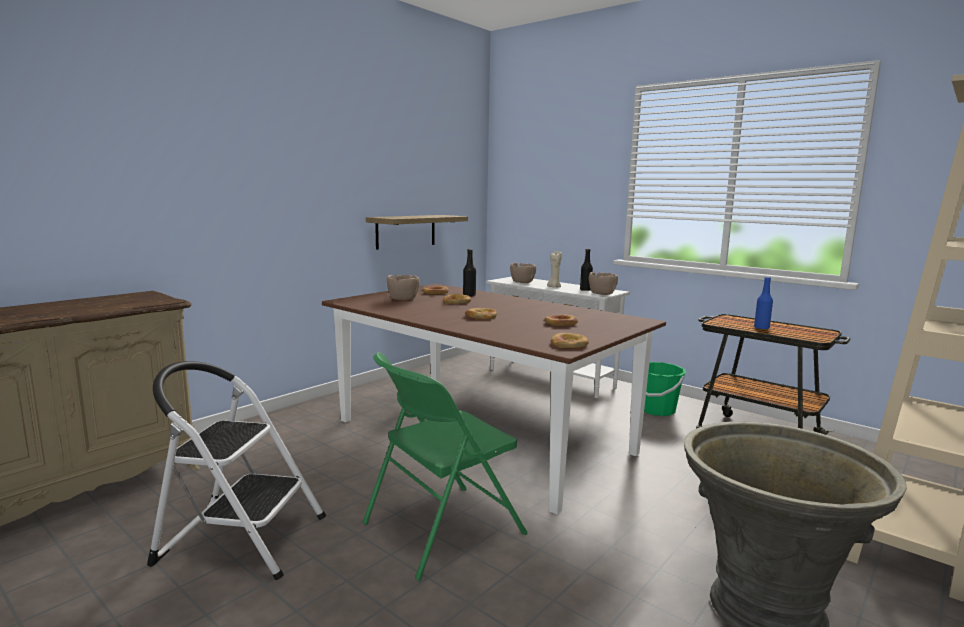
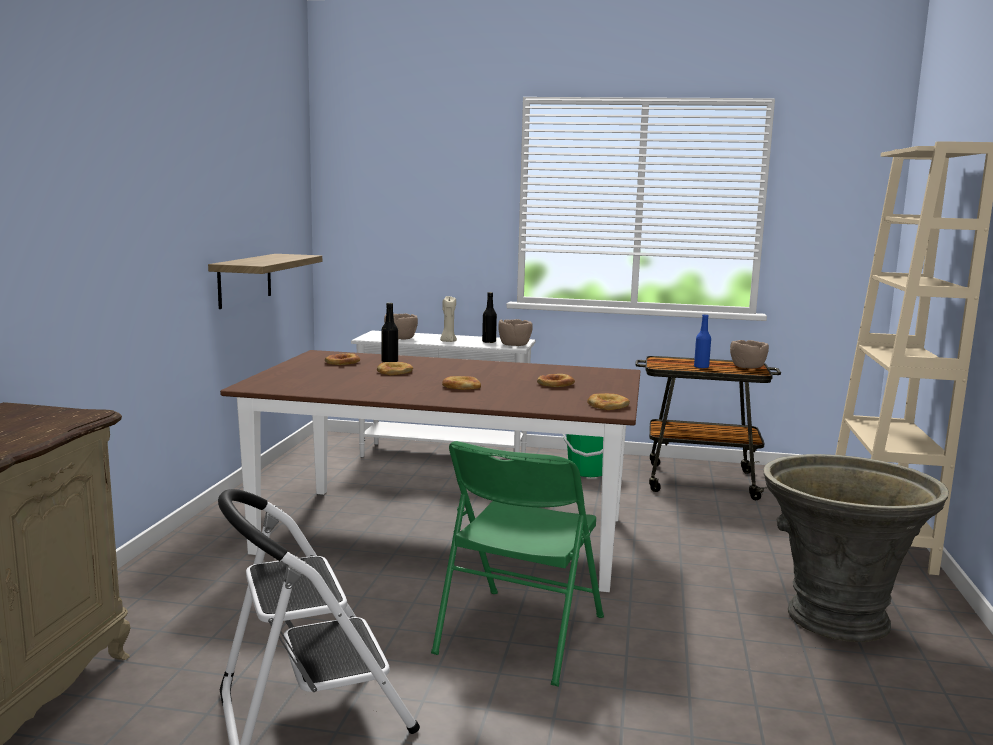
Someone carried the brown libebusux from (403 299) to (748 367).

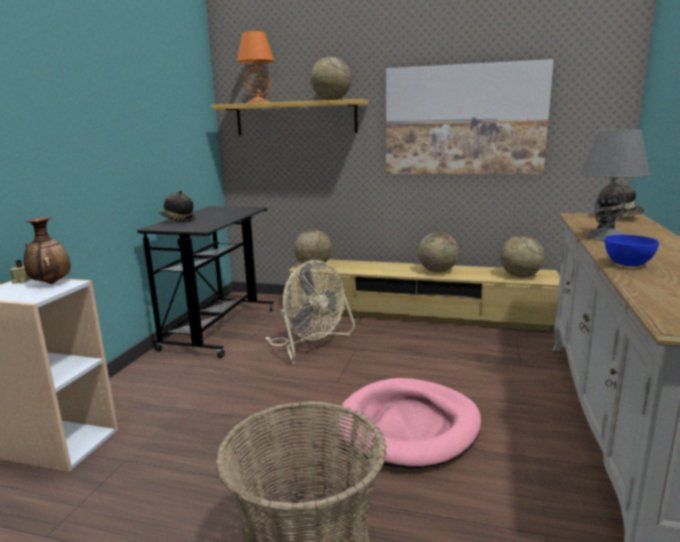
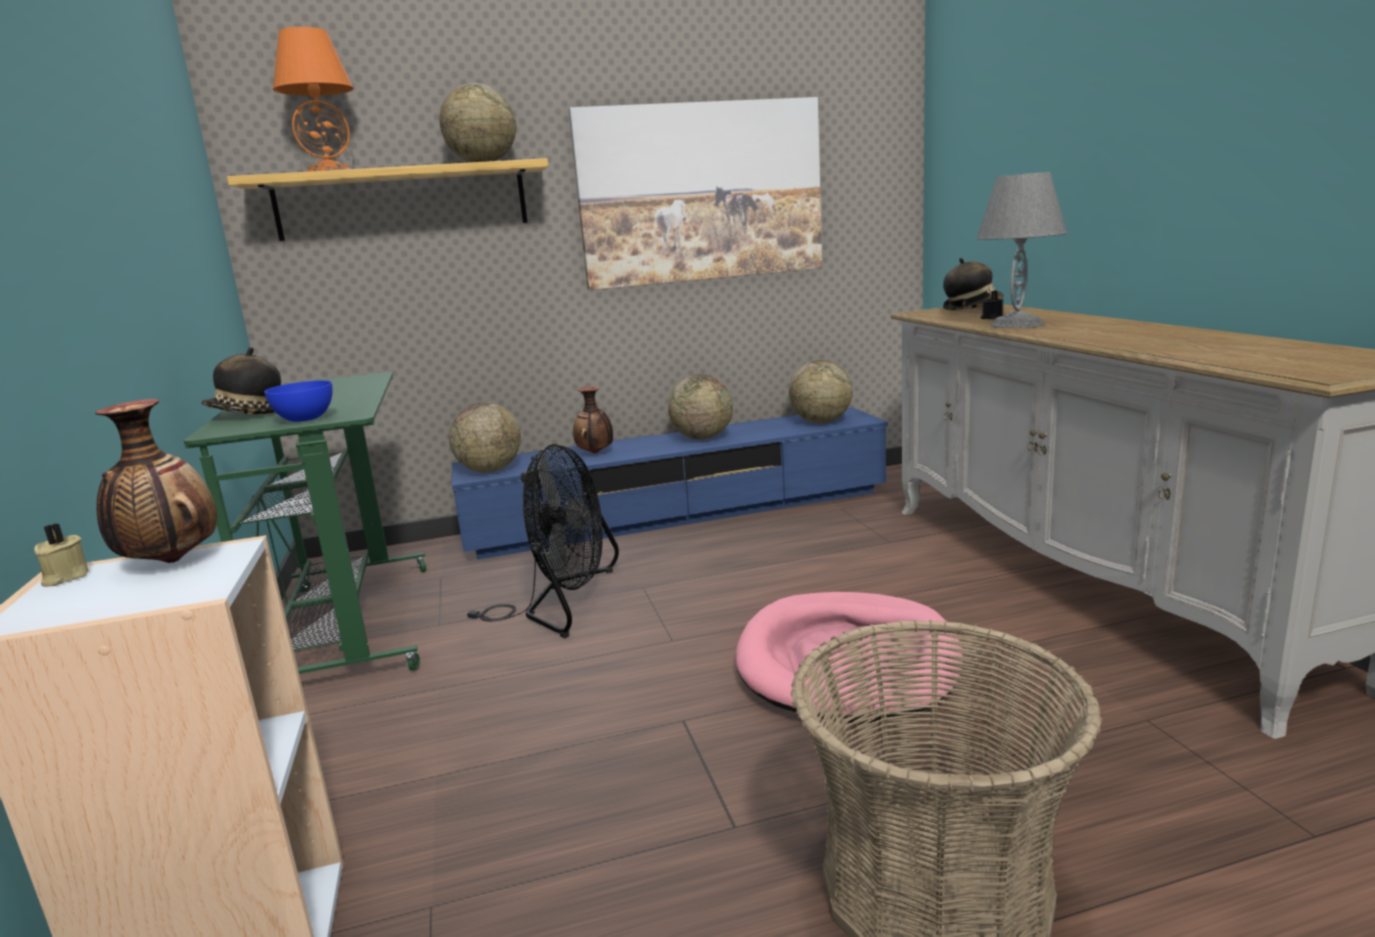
Someone repainted the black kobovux at (219 329), which became the green kobovux at (351 626).
Someone repainted the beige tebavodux at (308 345), which became the black tebavodux at (559 603).
Someone repainted the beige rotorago at (418 313), which became the blue rotorago at (679 514).
Someone carried the blue libebusux from (628 264) to (305 419).
Someone put down the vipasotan at (596 453).

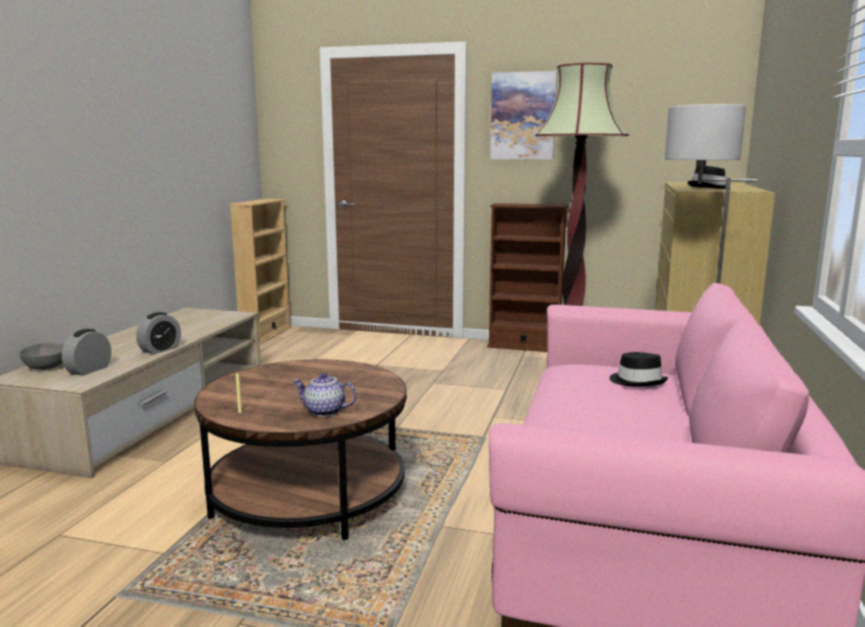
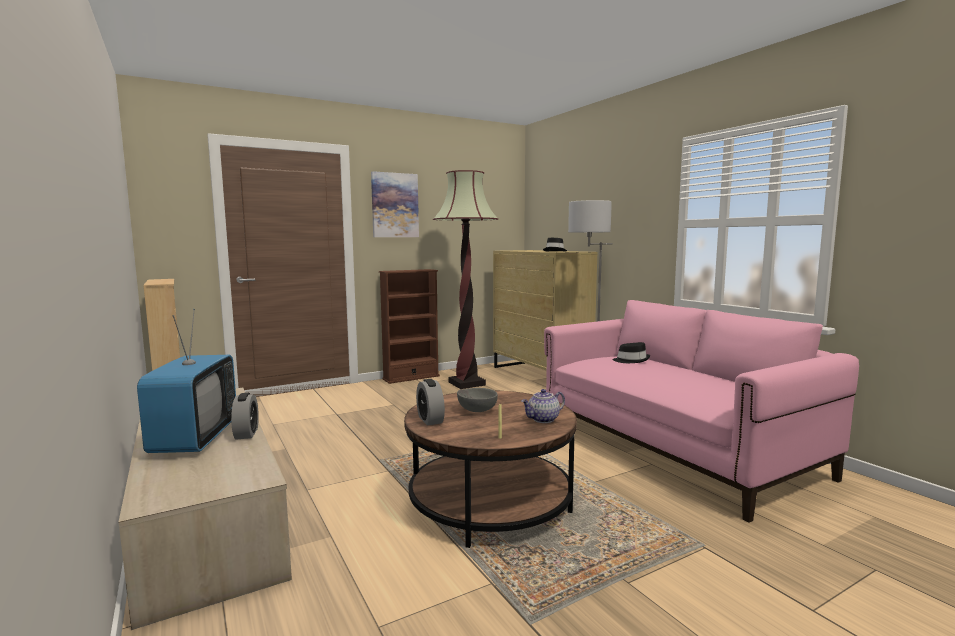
Someone carried the grey libebusux from (47 368) to (476 410).
Someone carried the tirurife from (89 370) to (430 419).
Someone put down the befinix at (195 439).

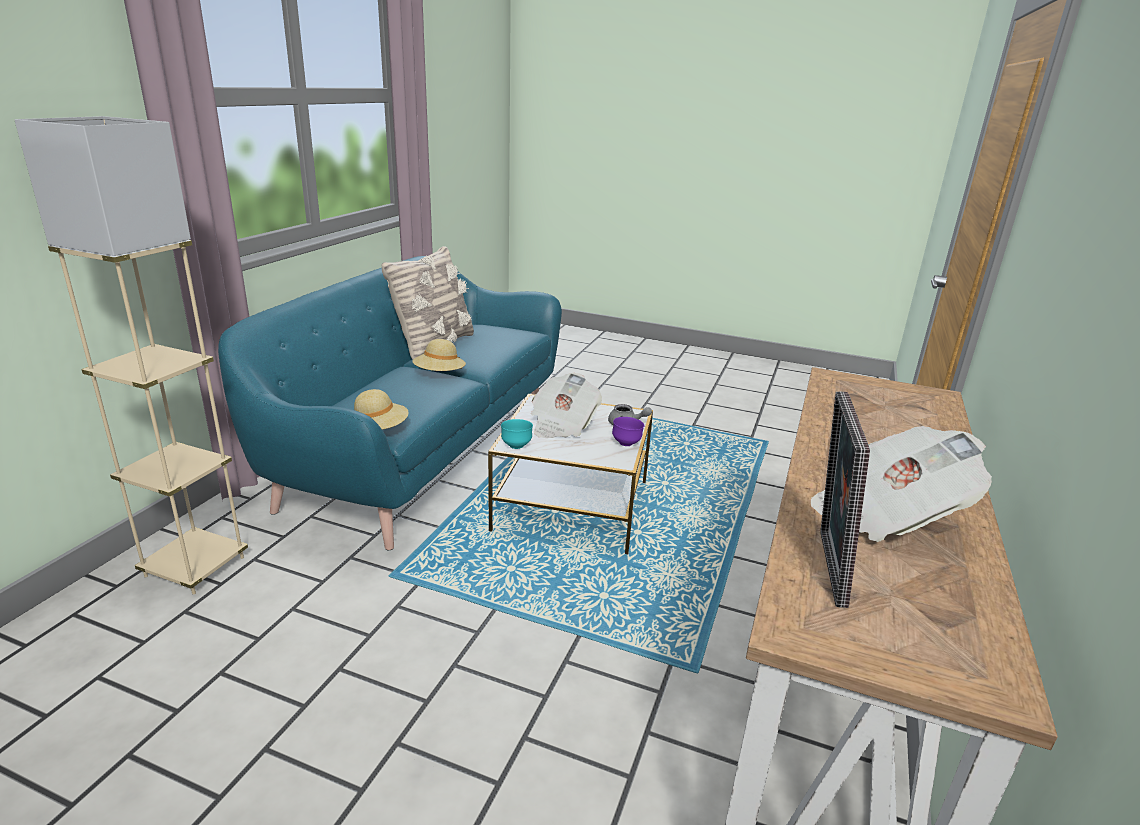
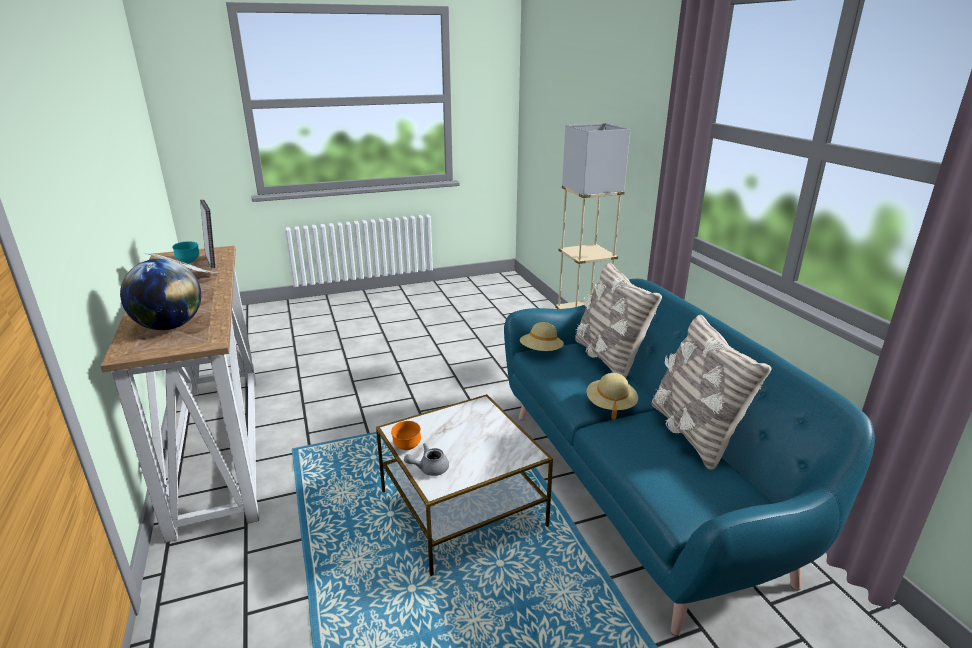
Someone carried the turquoise libebusux from (516 446) to (189 262).
Someone took away the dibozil at (562 424).
Someone repainted the purple libebusux at (626 443), which became the orange libebusux at (407 447).
Someone put down the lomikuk at (170 326).
Someone put down the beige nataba at (608 358).

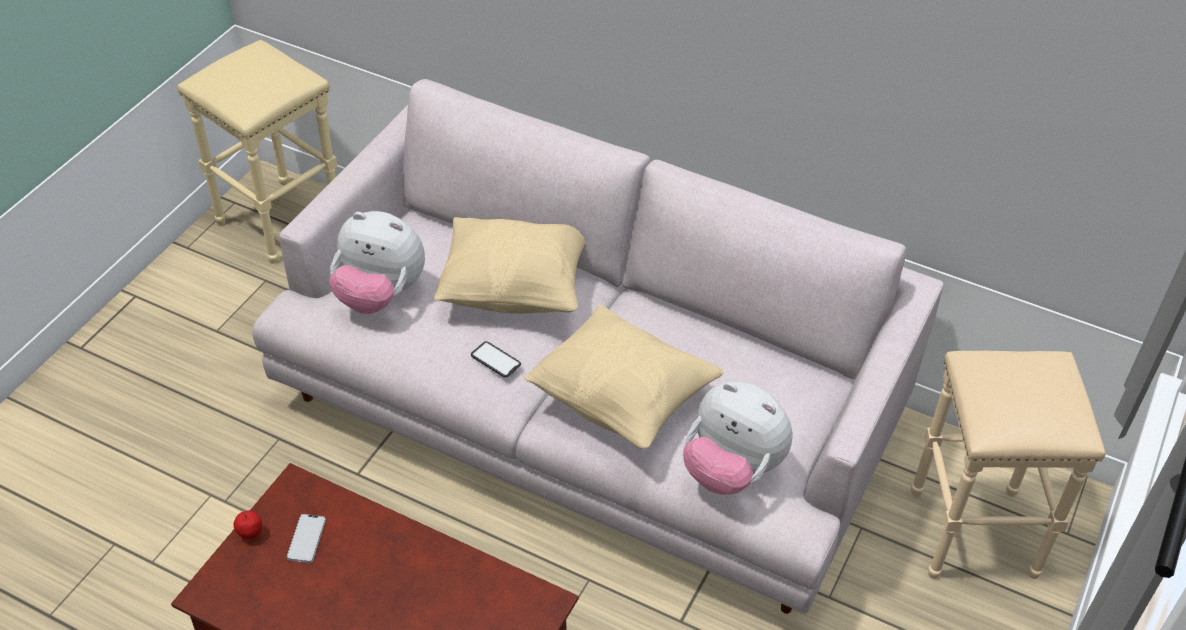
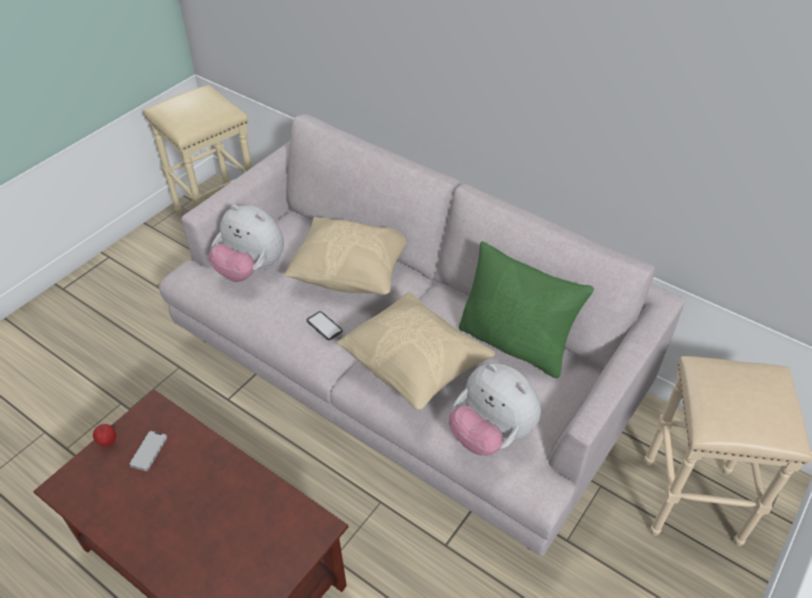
Someone put down the green nataba at (515 343).

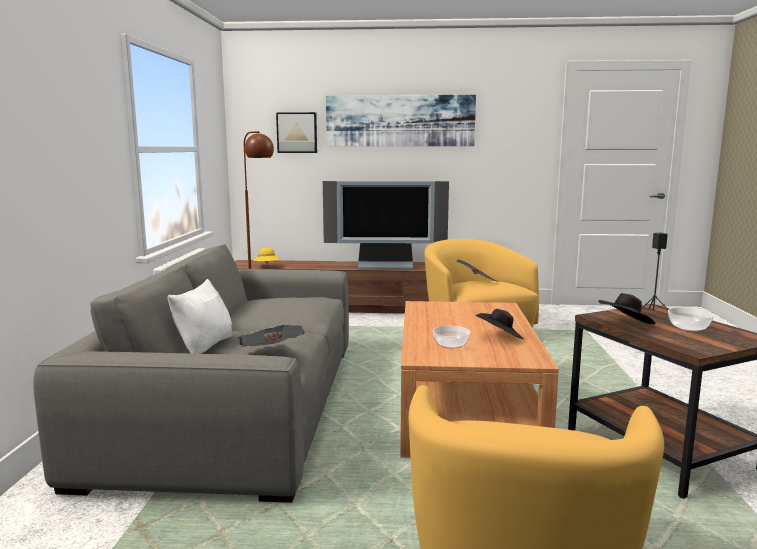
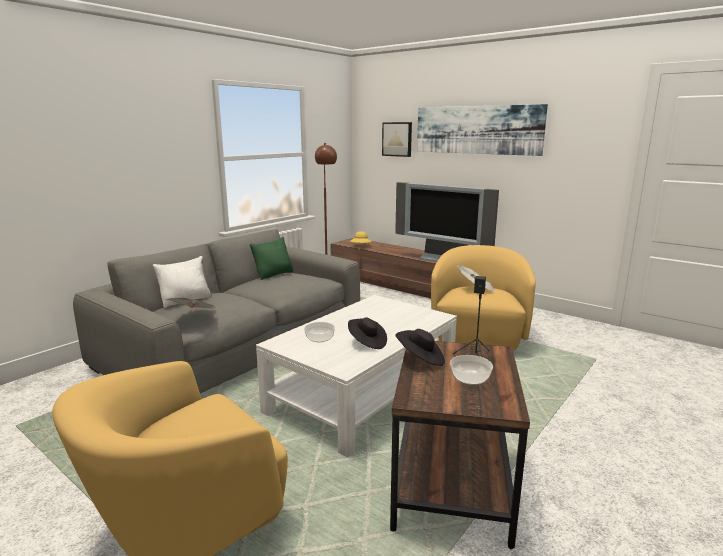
Someone repainted the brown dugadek at (465 407), which became the white dugadek at (363 393).
Someone put down the green nataba at (274 274).

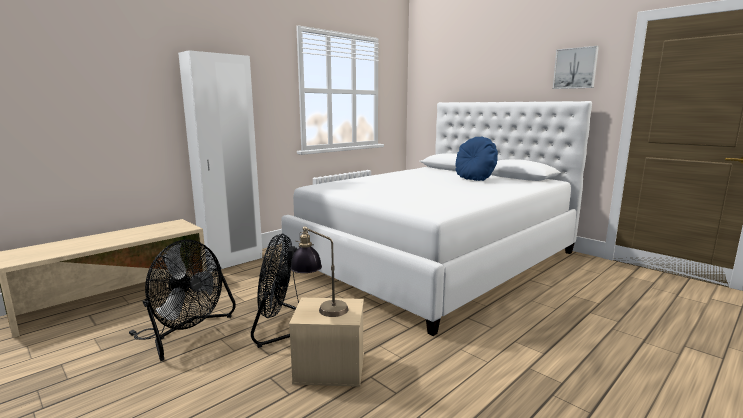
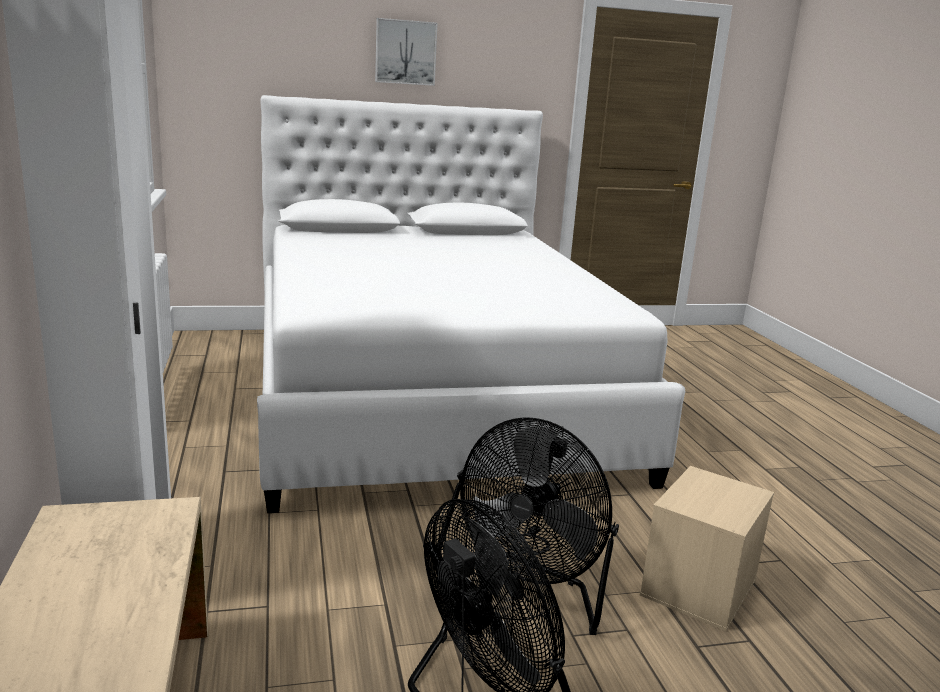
Someone took away the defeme at (320 310).
Someone took away the blue nataba at (475 179).
Someone carried the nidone from (575 68) to (405 52).

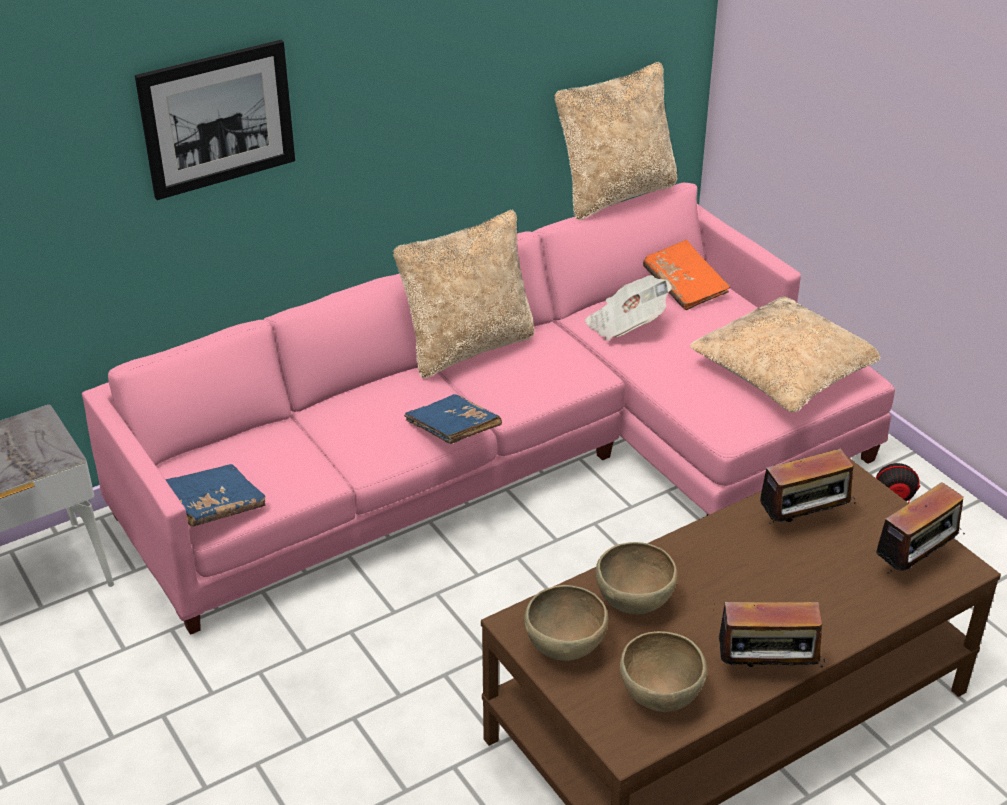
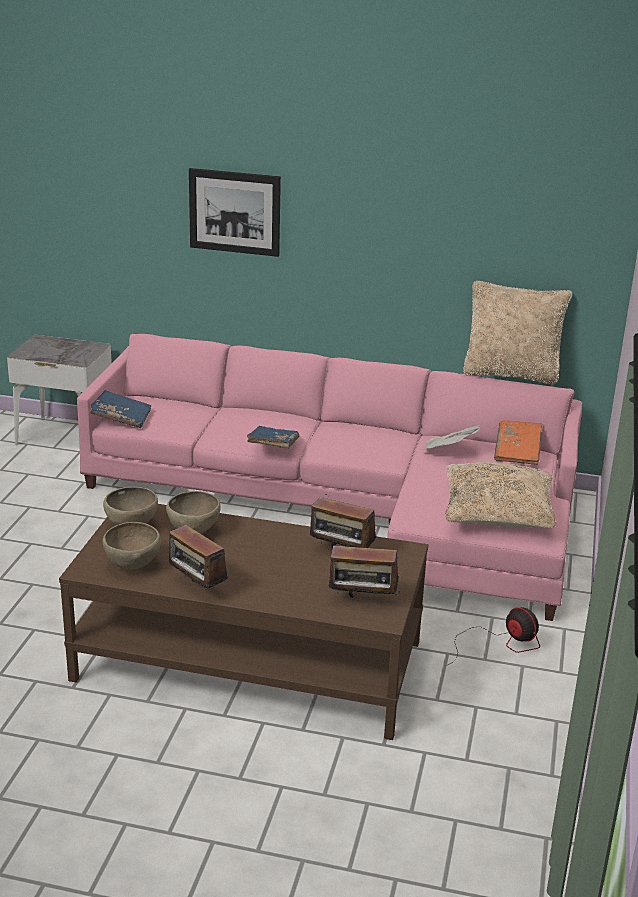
Someone took away the beige nataba at (470 349).

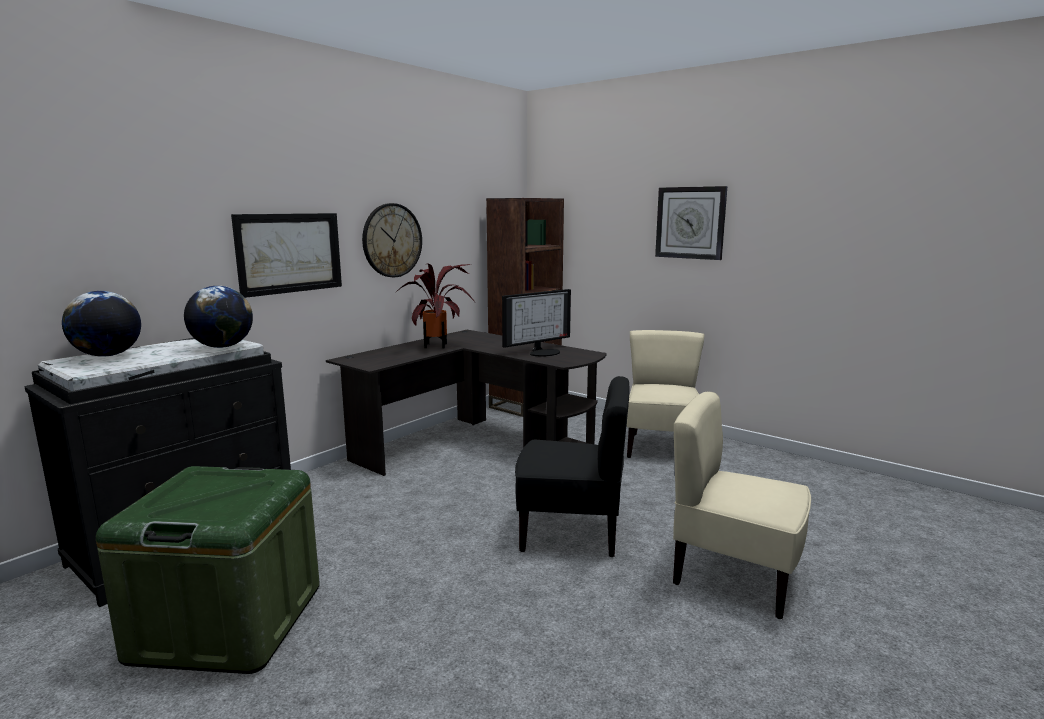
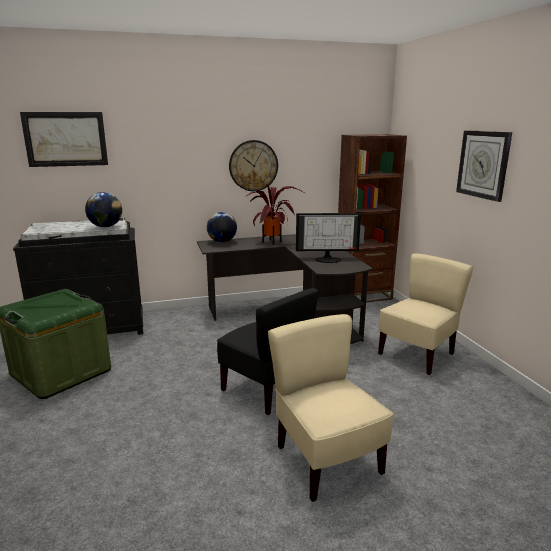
Someone carried the lomikuk from (107 355) to (222 241).
Someone carried the nidone from (289 253) to (66 139).

